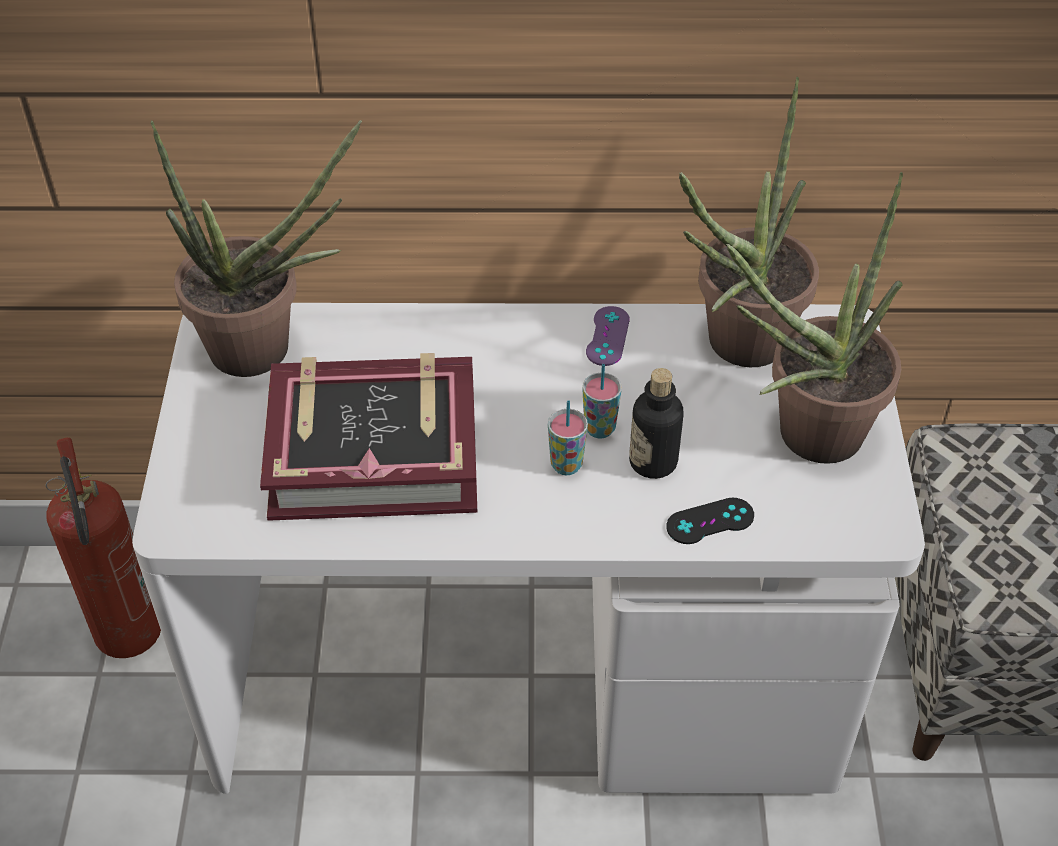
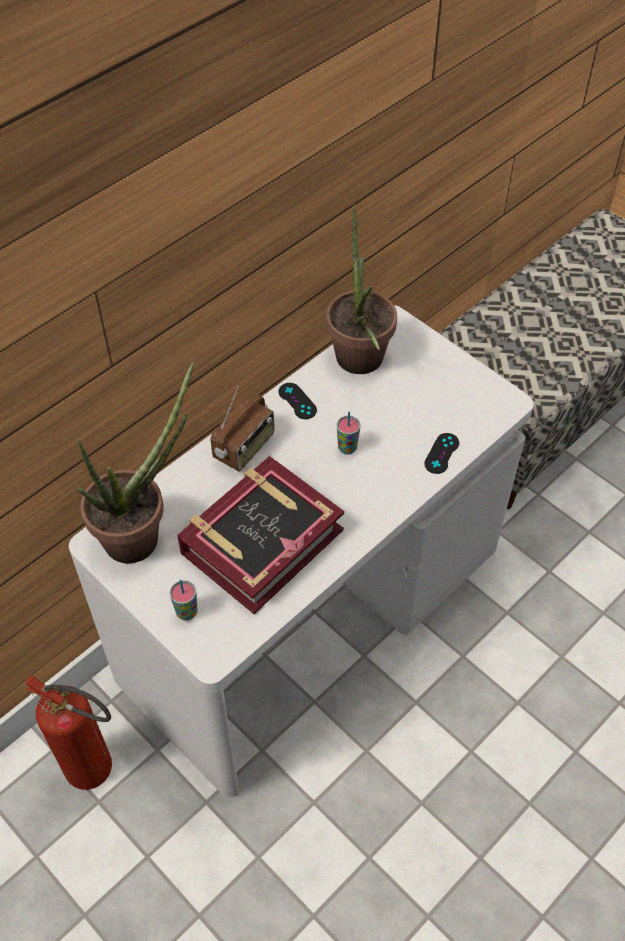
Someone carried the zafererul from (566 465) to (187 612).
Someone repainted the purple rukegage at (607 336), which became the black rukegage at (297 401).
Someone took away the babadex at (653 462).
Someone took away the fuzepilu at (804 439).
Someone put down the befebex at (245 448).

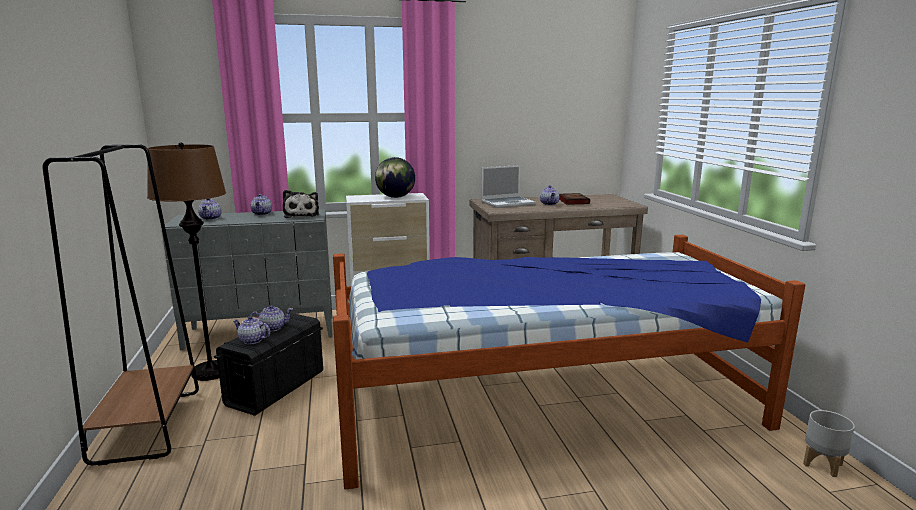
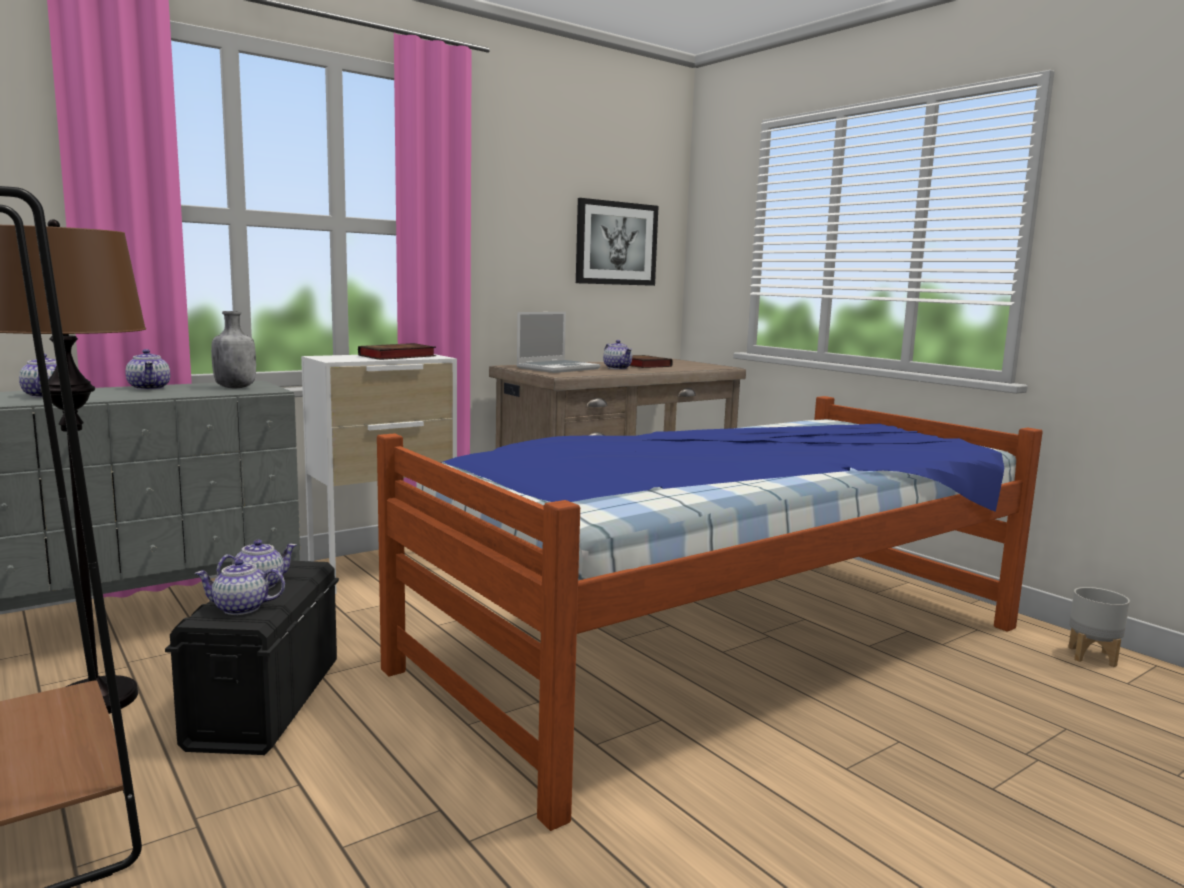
Someone swapped the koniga at (301 215) for the grey babadex at (235 387).
Someone swapped the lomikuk at (395 197) for the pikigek at (396 356).
Someone put up the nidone at (616 243).

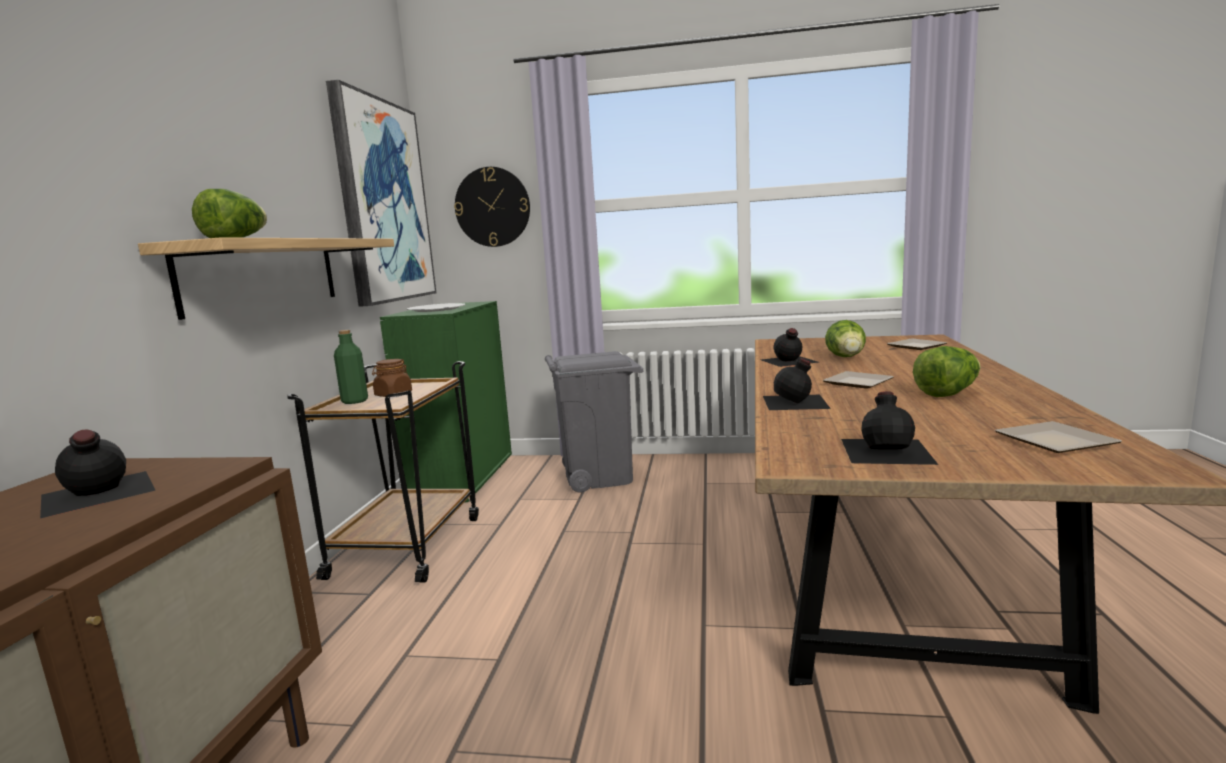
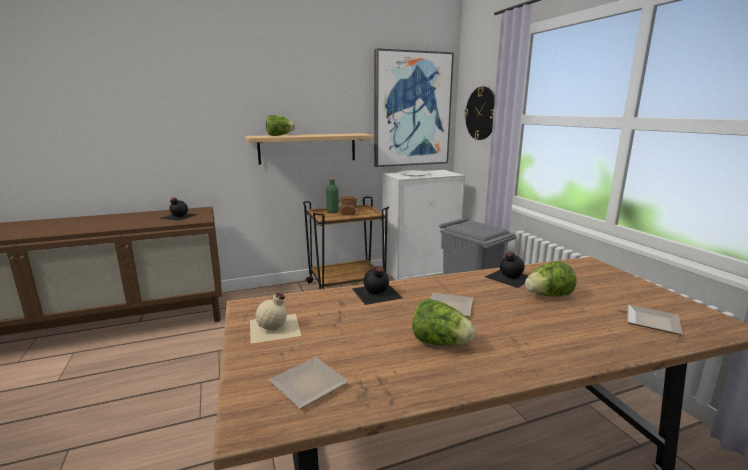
Someone repainted the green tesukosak at (463 482), which became the white tesukosak at (420 274).
Someone repainted the black babadex at (887 450), which became the beige babadex at (275 327).

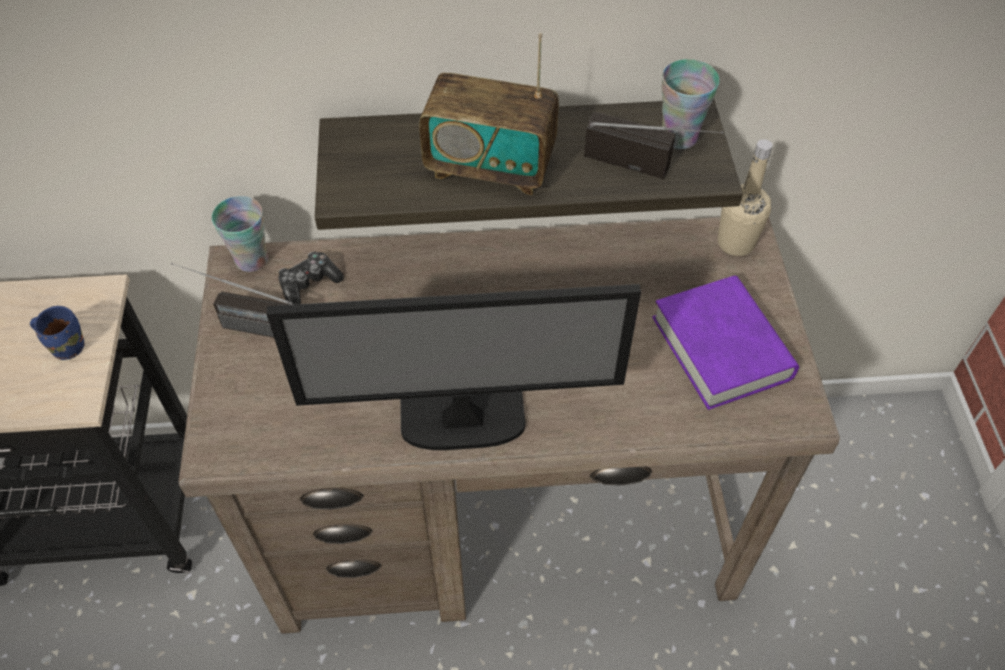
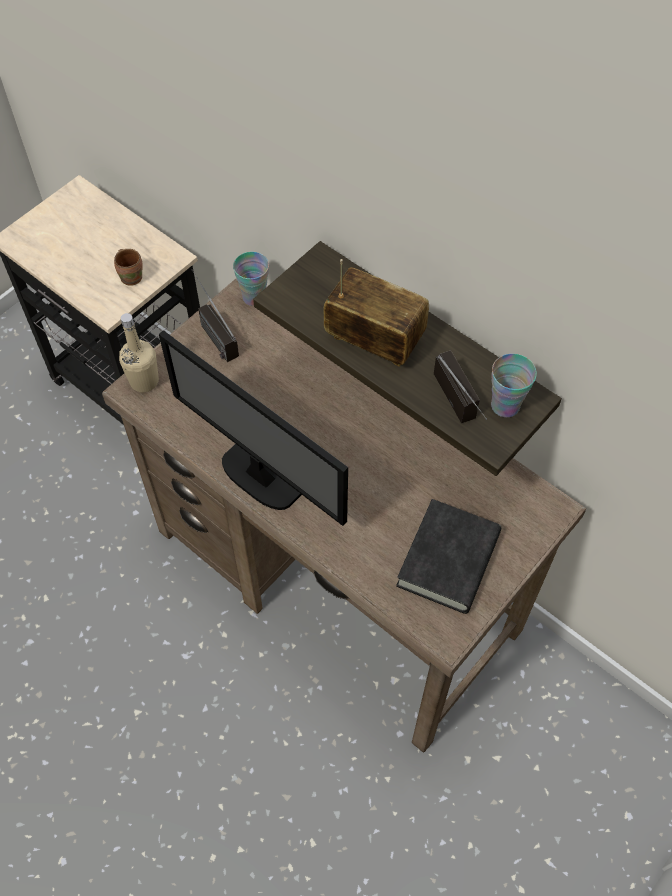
Someone repainted the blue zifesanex at (68 346), which became the brown zifesanex at (132 276).
Someone took away the rukegage at (309 284).
Someone rotated the befebex at (490 167) by 150 degrees clockwise.
Someone repainted the purple pikigek at (721 348), which became the black pikigek at (448 560).
Someone carried the beige babadex from (735 243) to (144 381).

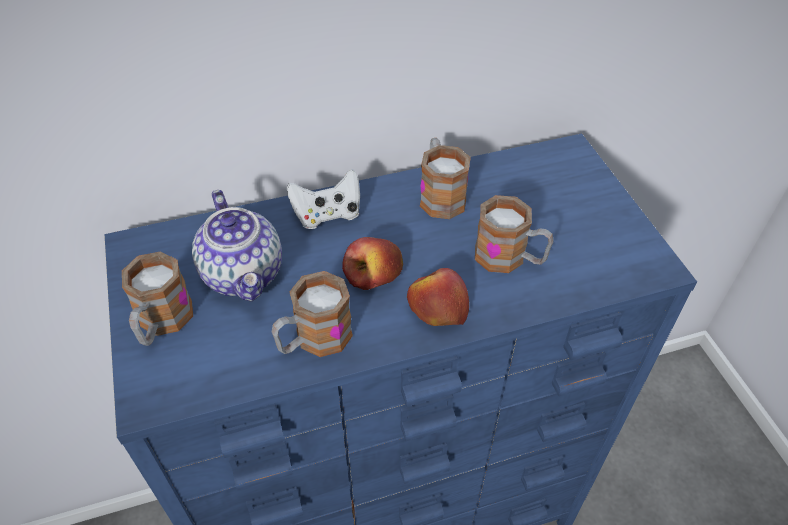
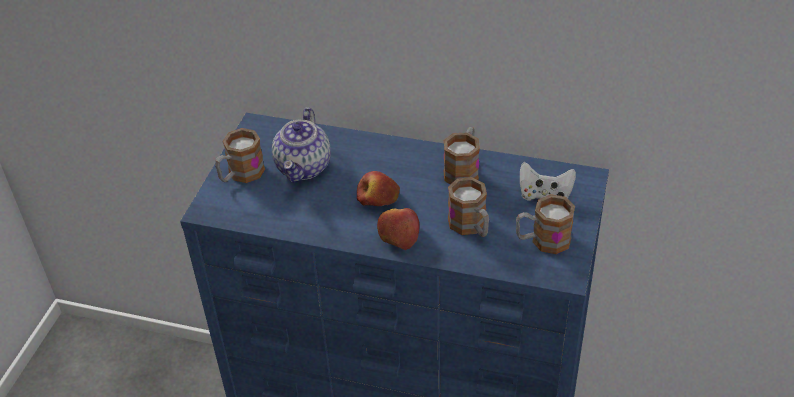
Someone carried the zifesanex from (314 340) to (542 240).
Someone carried the white rukegage from (327 215) to (545 195).

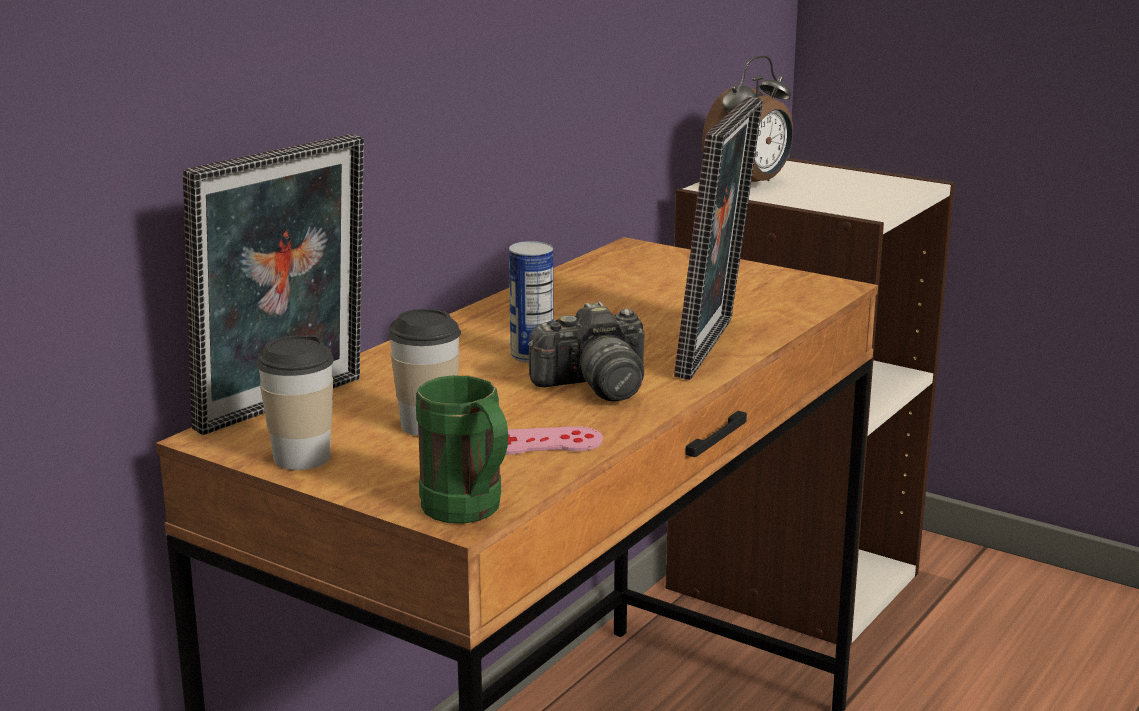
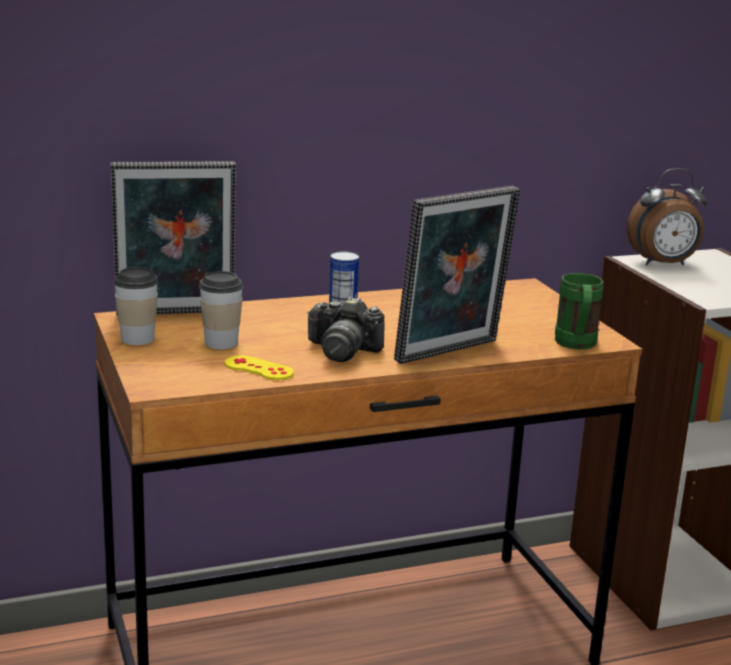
Someone carried the green zifesanex from (470 514) to (576 346).
Someone repainted the pink rukegage at (542 442), which became the yellow rukegage at (258 368).

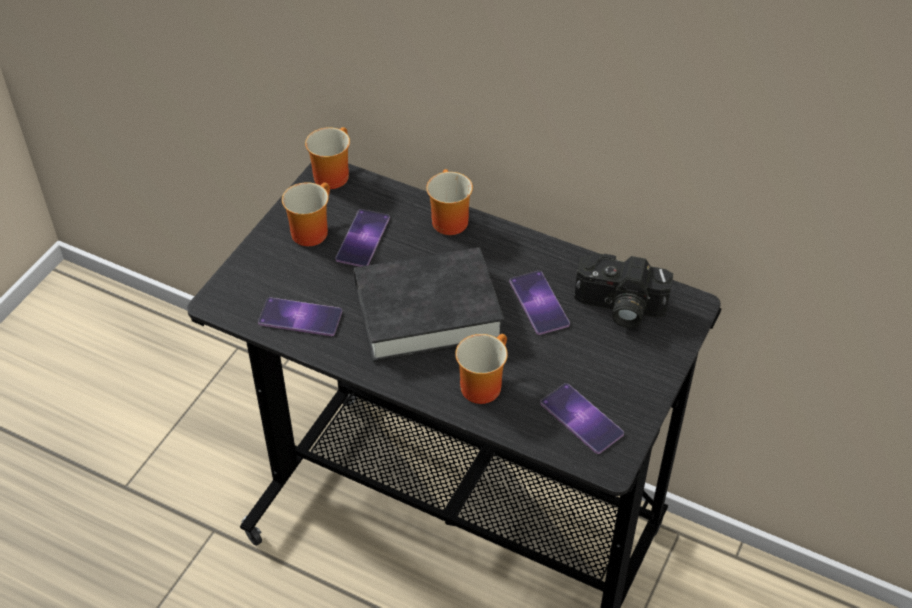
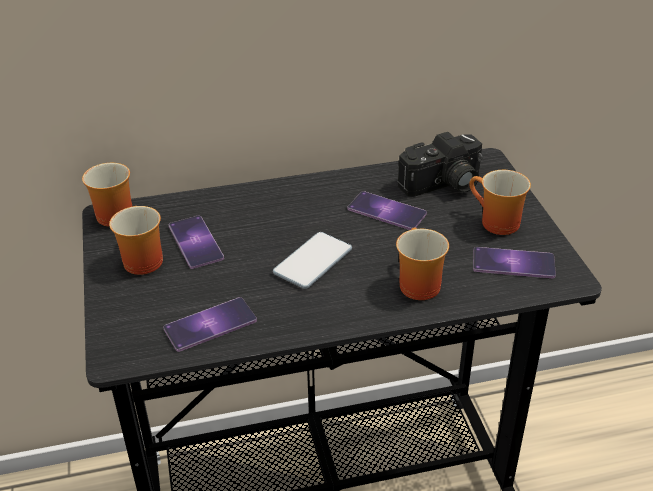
Someone swapped the black pikigek at (427 312) for the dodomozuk at (313 261).
Someone carried the zifesanex from (446 219) to (494 223).

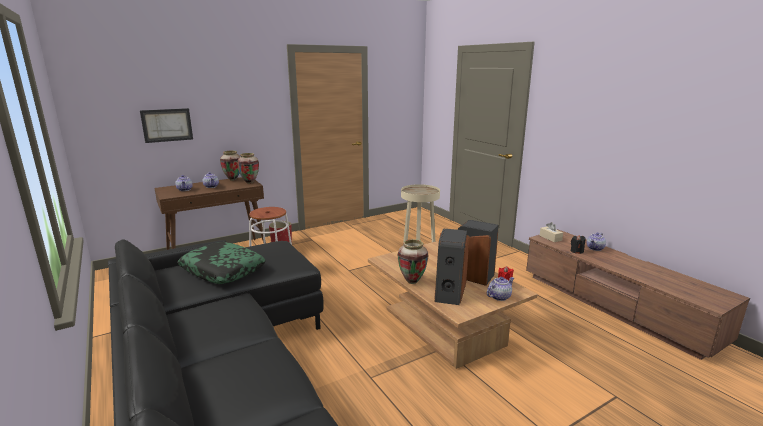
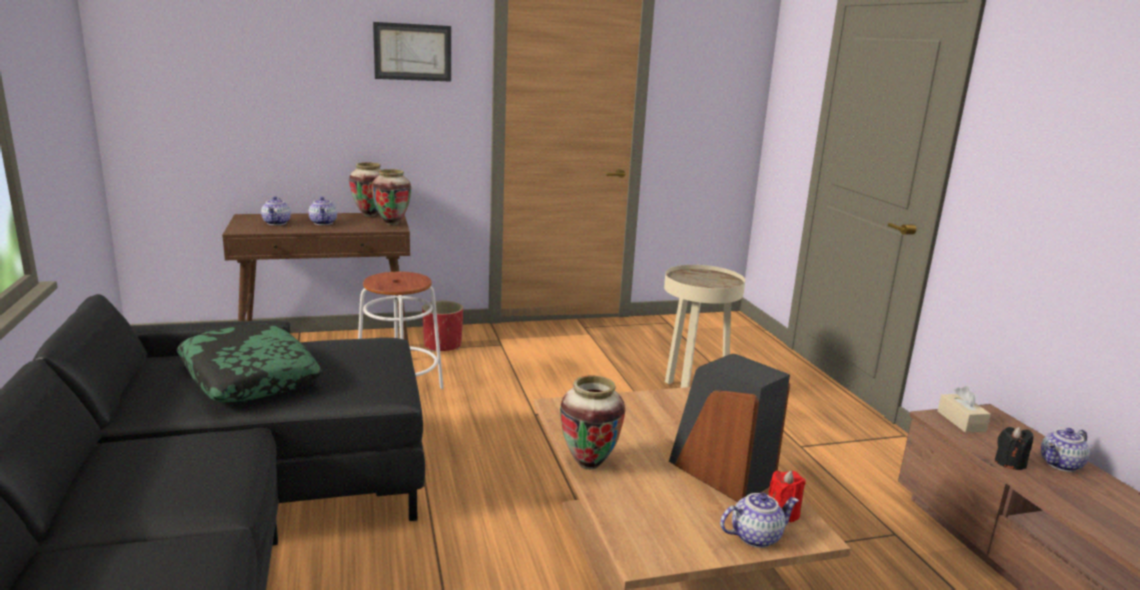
Someone carried the nidone from (167 125) to (412 52).
Someone took away the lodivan at (449 291).

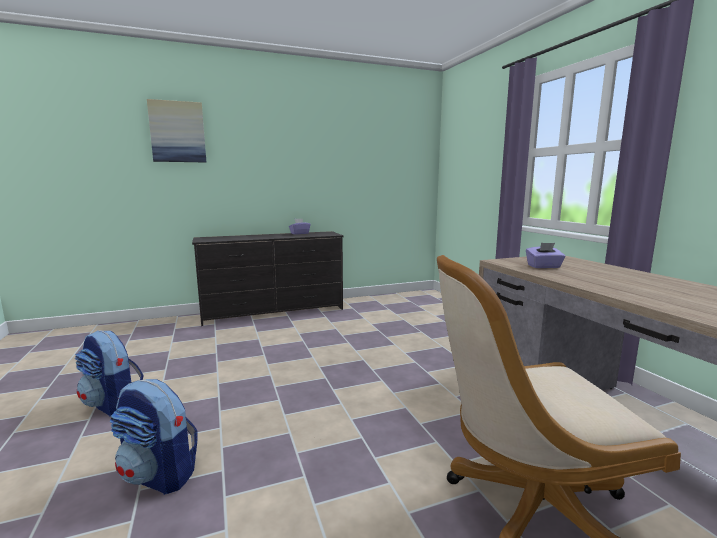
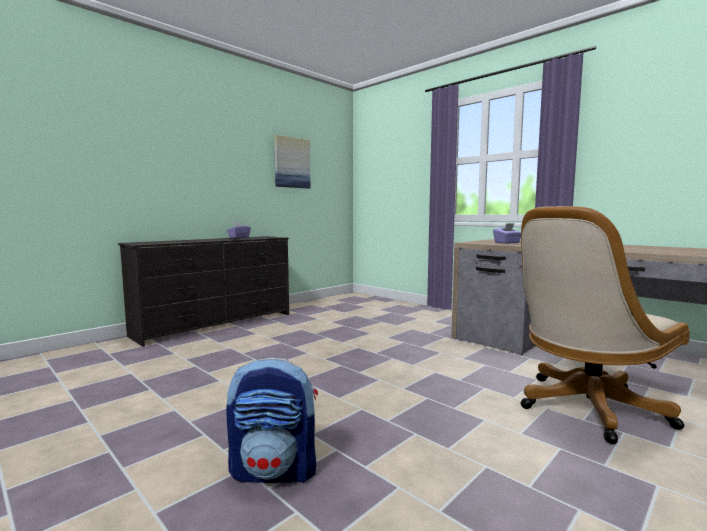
Someone took away the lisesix at (113 404).
Someone carried the nidone from (177 132) to (292 163).

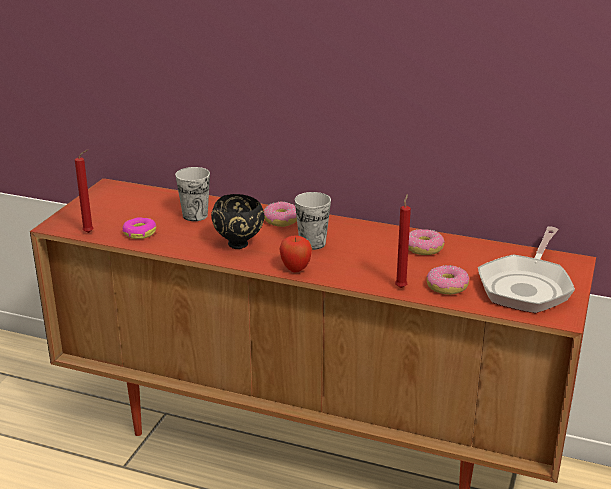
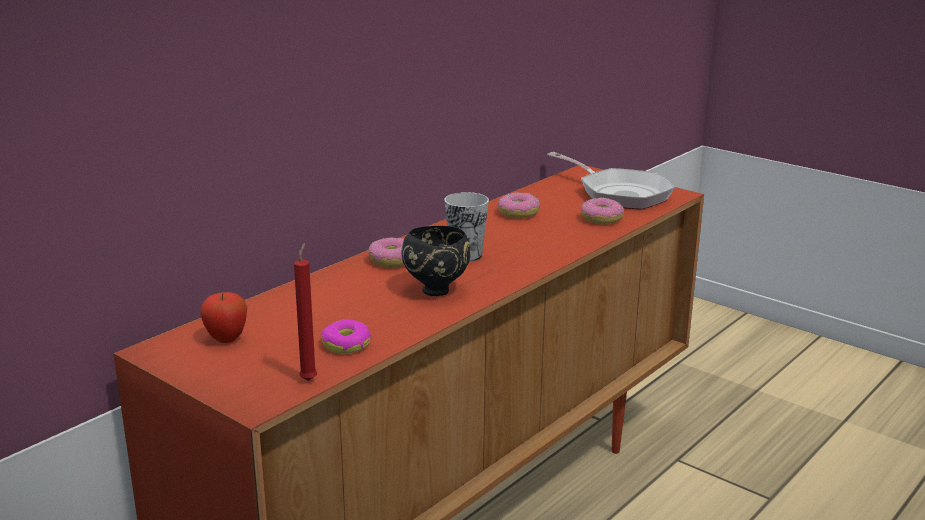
Someone took away the zafererul at (195 215).
Someone carried the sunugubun from (295 269) to (226 339).
Someone took away the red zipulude at (401 287).

